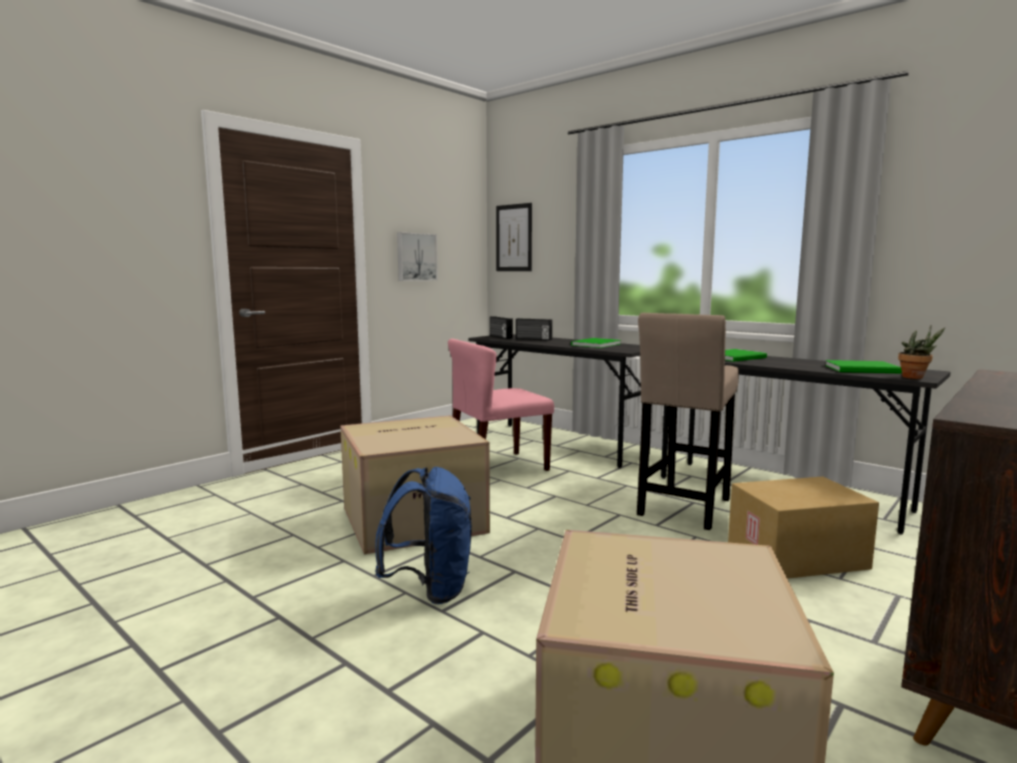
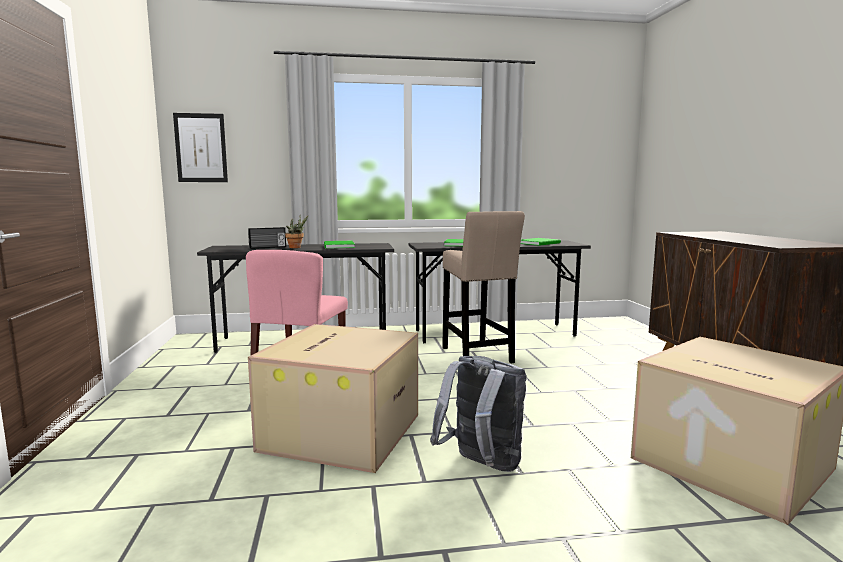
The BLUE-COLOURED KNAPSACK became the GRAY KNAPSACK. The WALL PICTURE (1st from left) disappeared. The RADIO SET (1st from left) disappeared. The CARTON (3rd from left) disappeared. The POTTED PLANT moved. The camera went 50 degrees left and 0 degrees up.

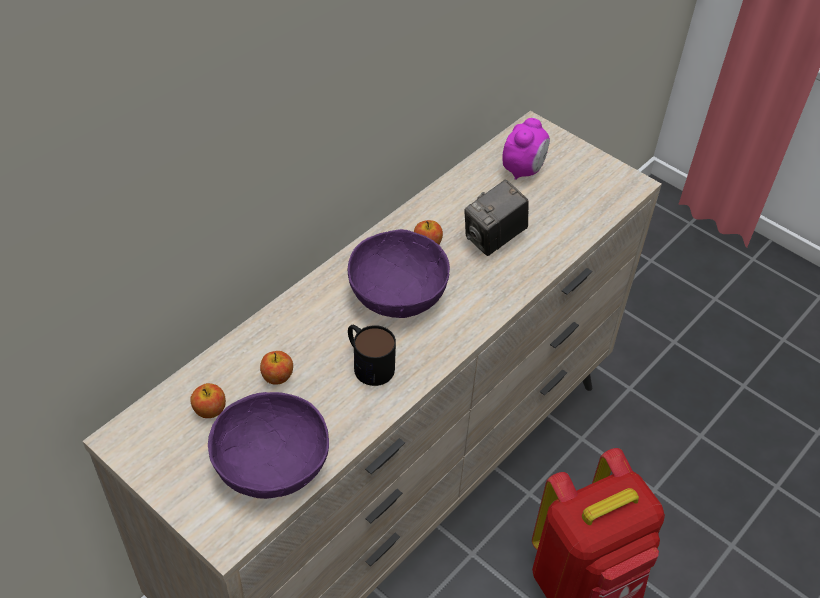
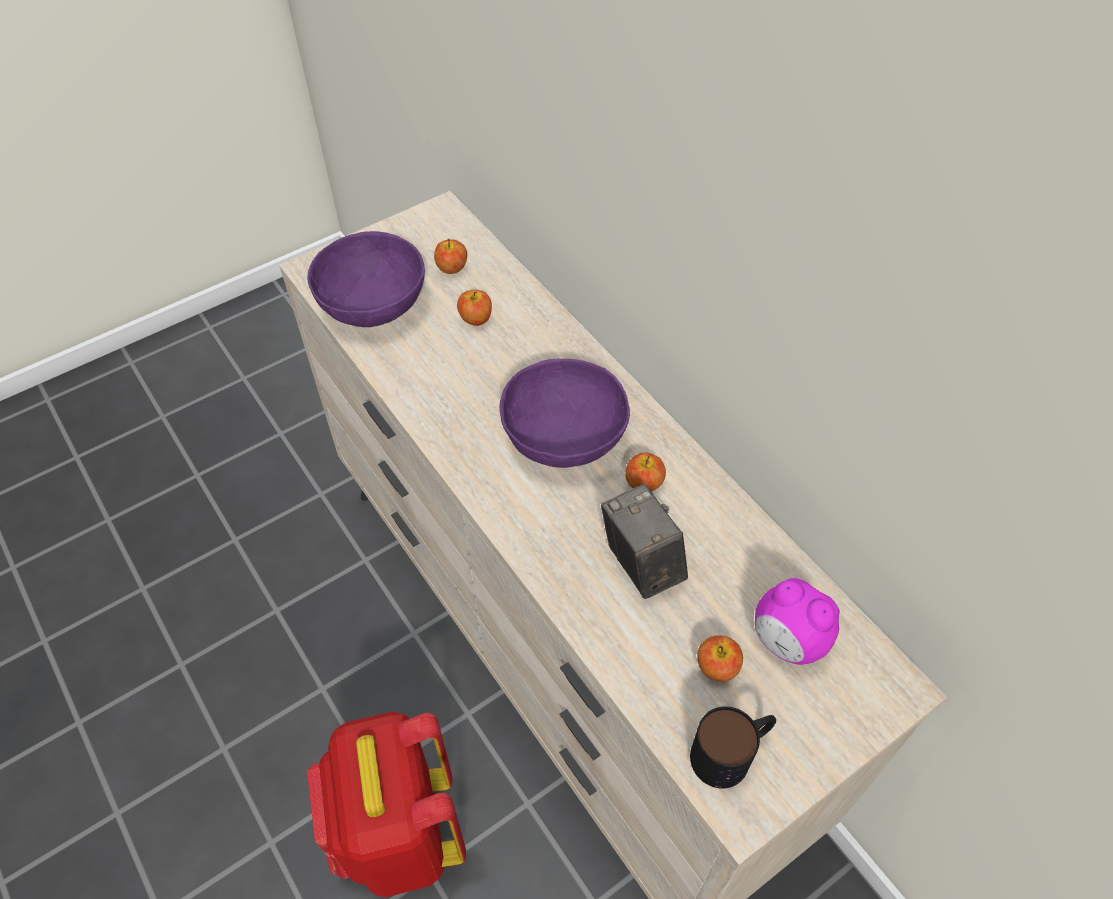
The COFFEE MUG moved. The WHOLE APPLE (4th from left) appeared. The camera went 105 degrees right and 5 degrees up.

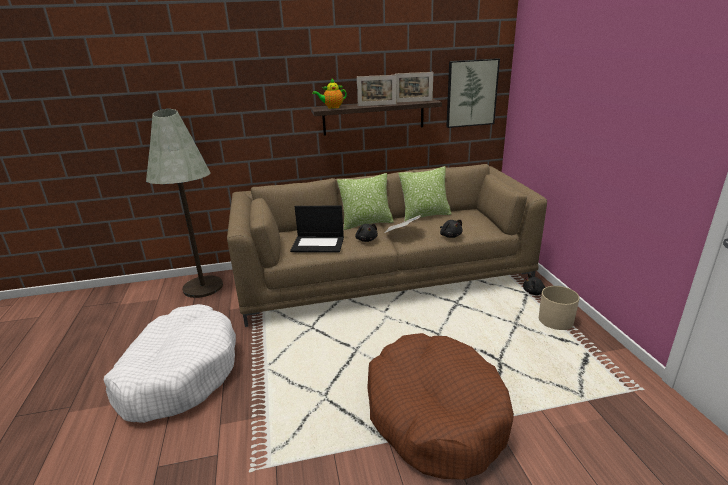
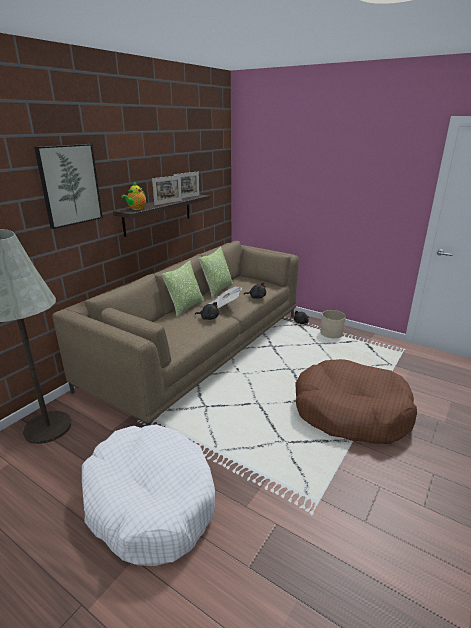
The LAPTOP disappeared. The WALL PICTURE moved. The camera went 45 degrees left and 0 degrees up.

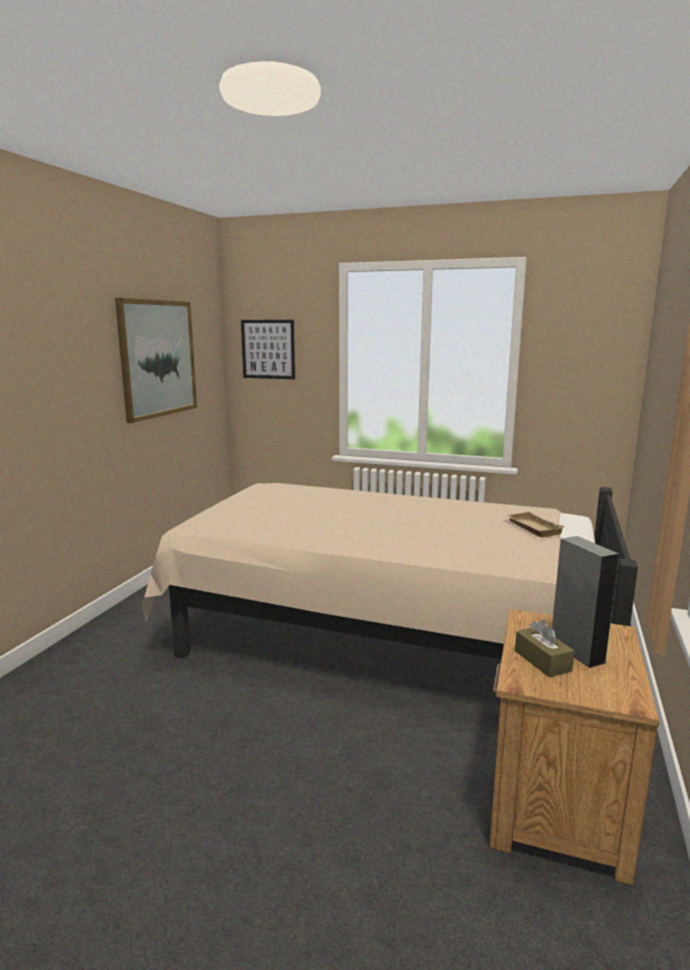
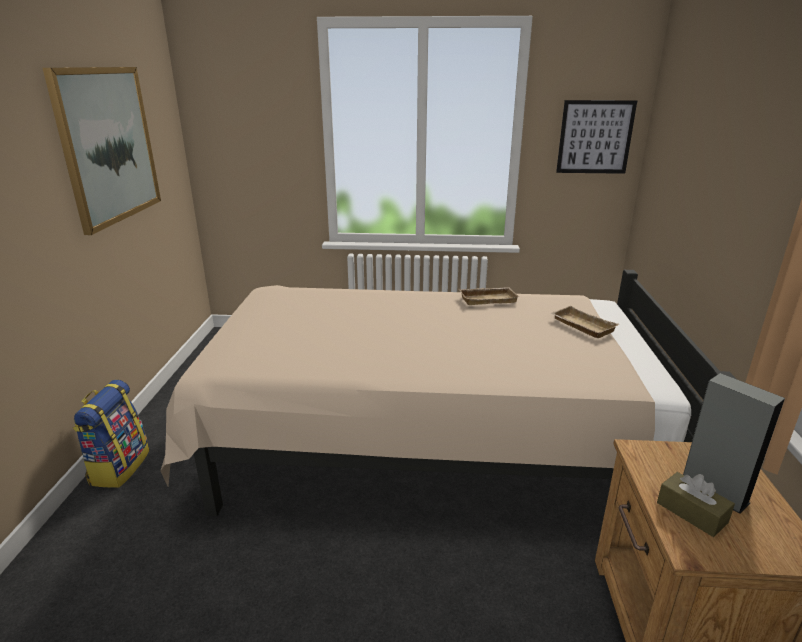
The WALL PICTURE (2nd from left) moved. The KNAPSACK appeared. The BEIGE-COLOURED TRAY (1st from left) appeared. The camera went 15 degrees left and 10 degrees up.

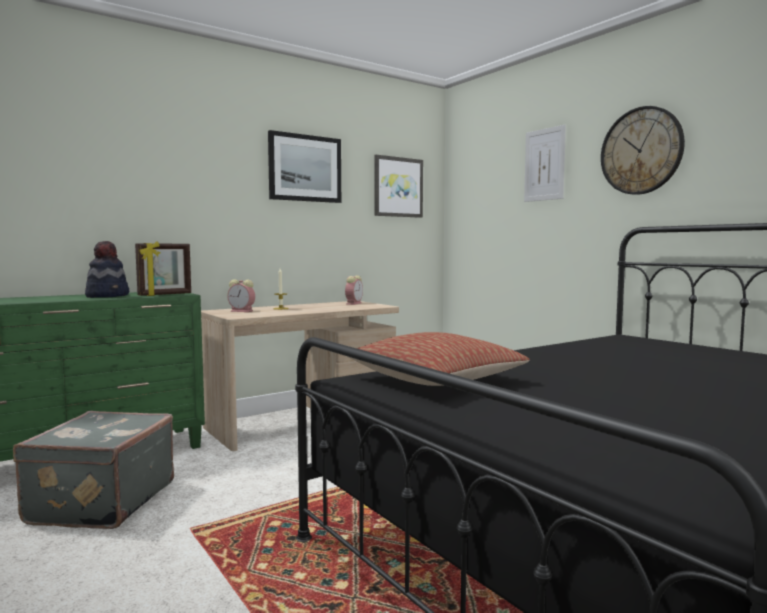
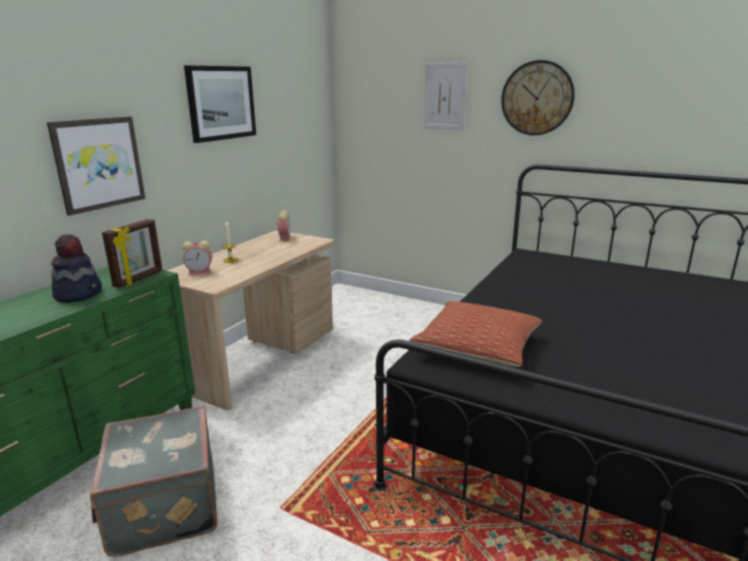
The WALL PICTURE (2nd from left in the first image) moved. The camera went 25 degrees left and 15 degrees up.

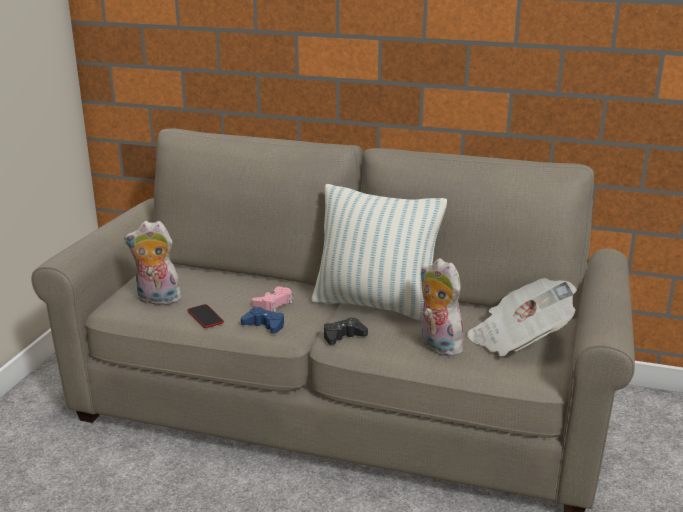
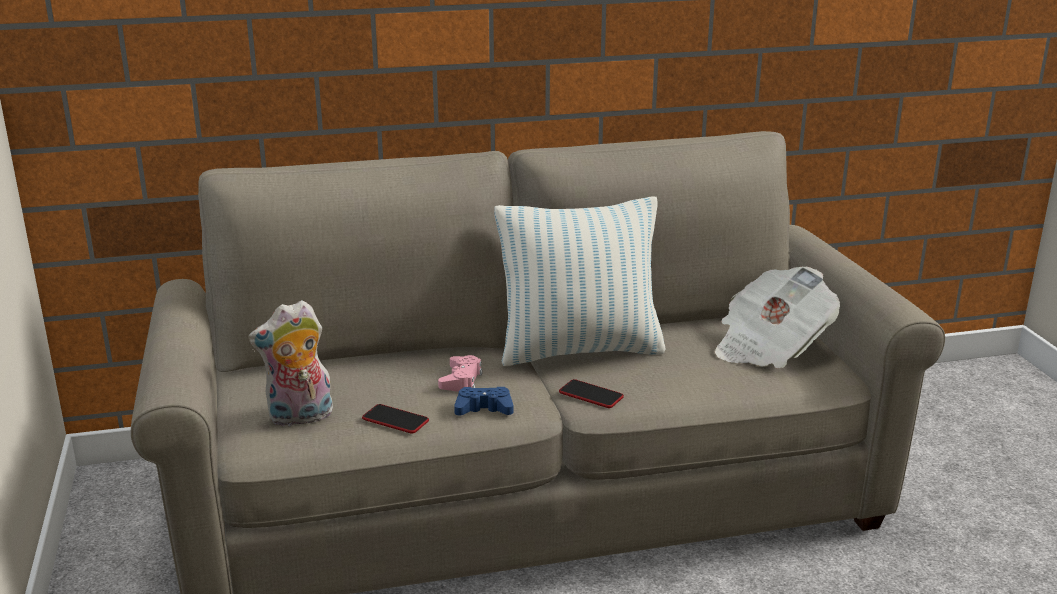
The BLACKISH JOYPAD was replaced by the PHONE (2nd from left). The PLUSH TOY (2nd from left) disappeared. The camera went 30 degrees left and 0 degrees up.

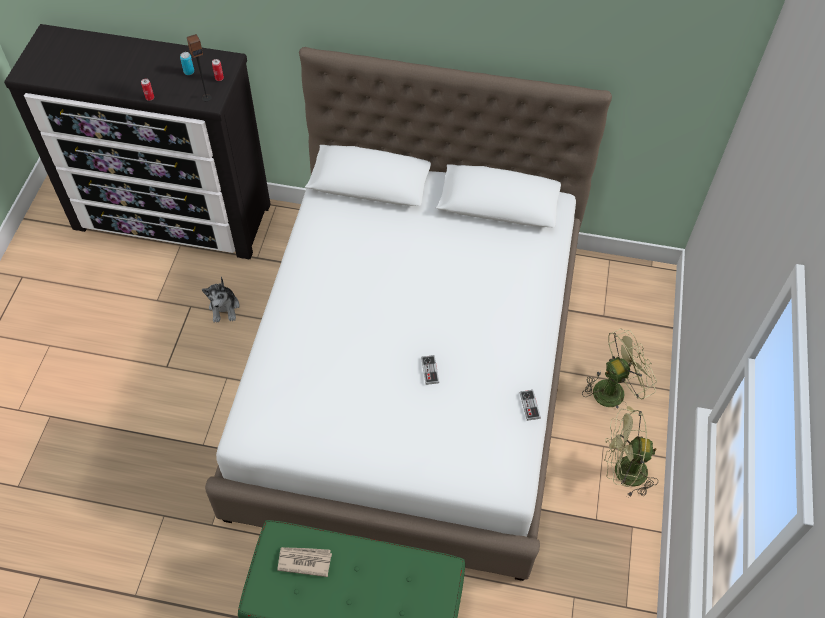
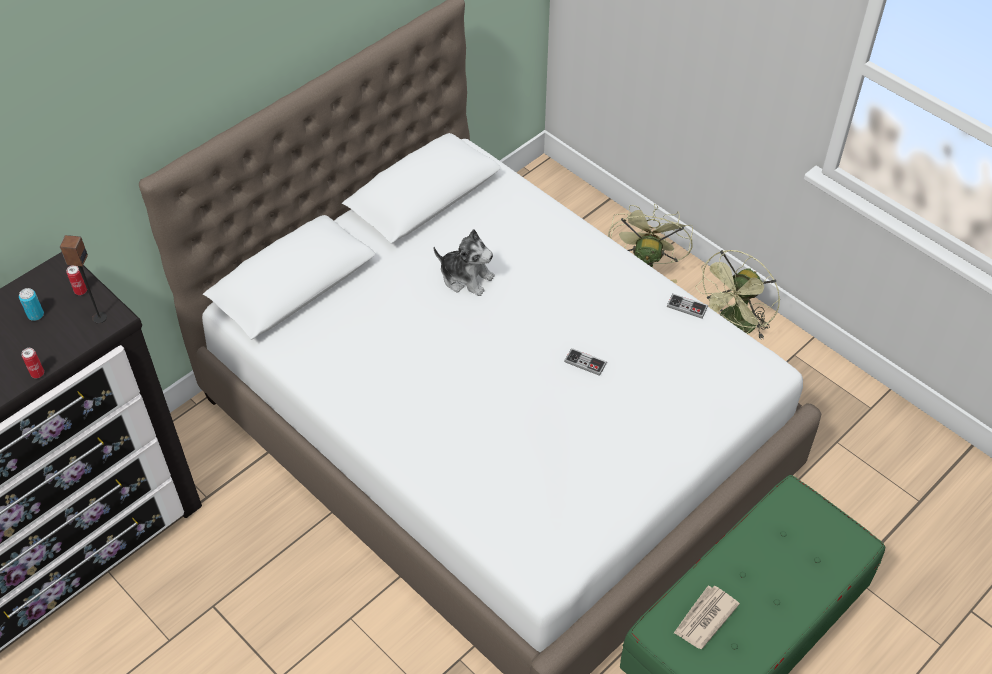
The PLUSH TOY moved. The camera went 55 degrees left and 5 degrees down.

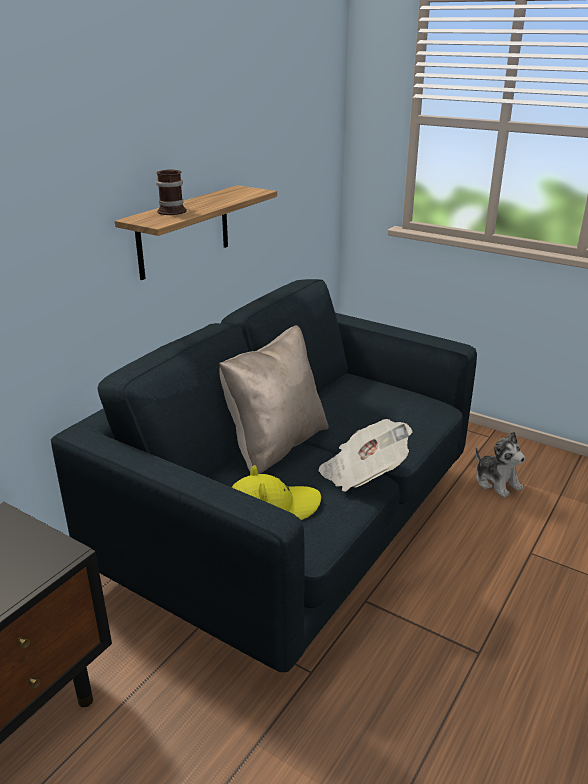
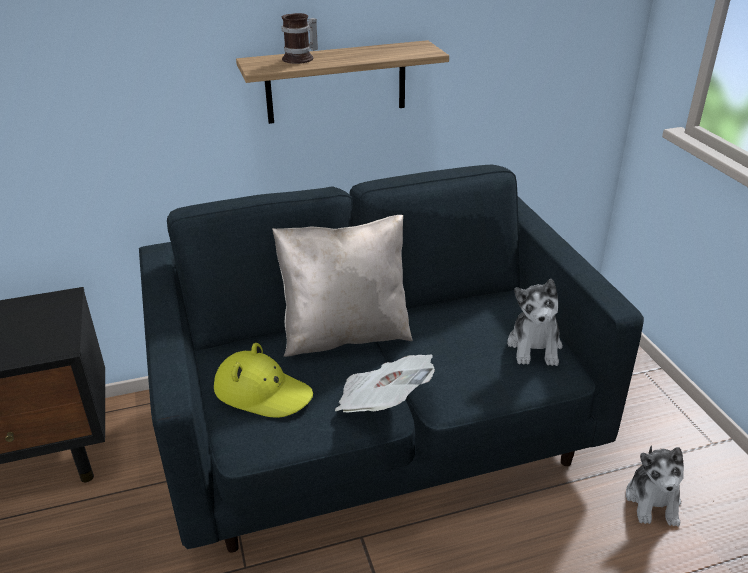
The PLUSH TOY (1st from left) appeared. The camera went 40 degrees right and 5 degrees up.

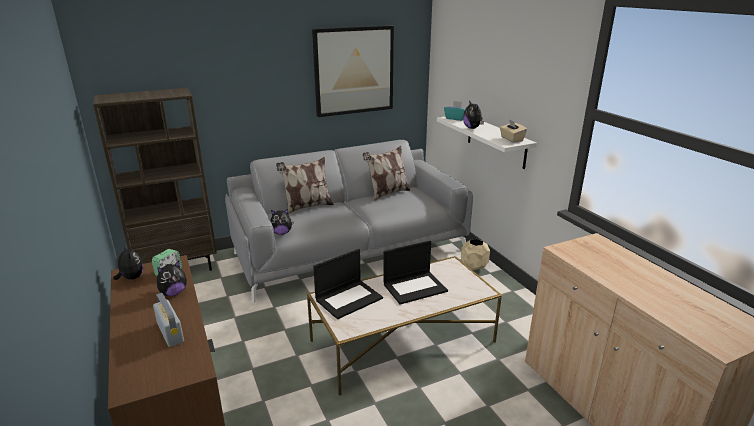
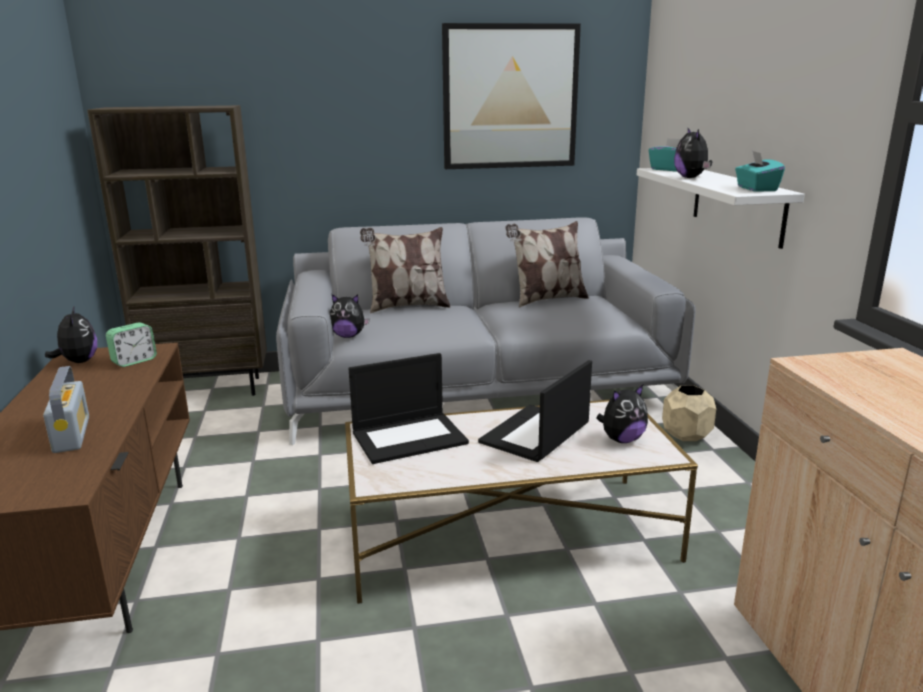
The PLUSH TOY (2nd from left in the first image) moved. The LAPTOP (2nd from left) turned 135 degrees clockwise. The BEIGE-COLOURED BOX OF TISSUES became the TURQUOISE BOX OF TISSUES (2nd from left). The camera went 15 degrees right and 5 degrees down.

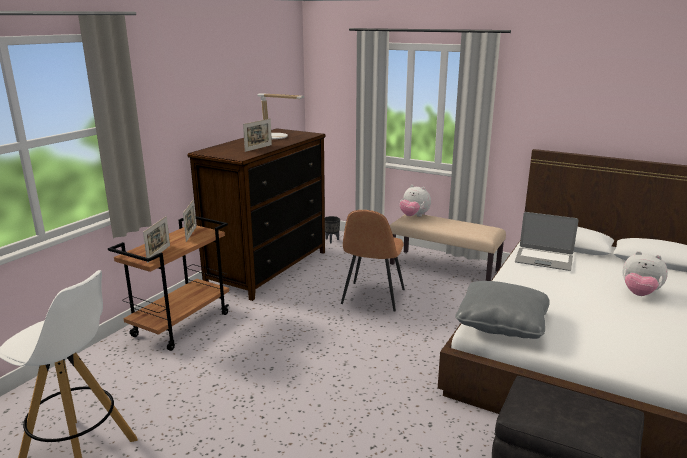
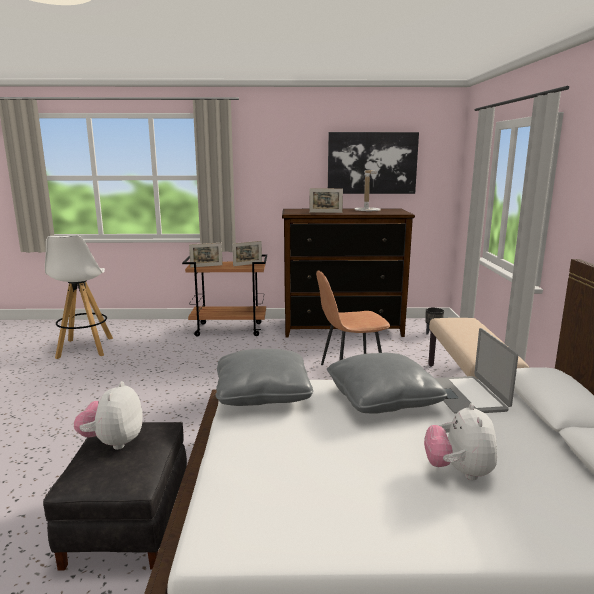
The PLUSH TOY (1st from left) moved. The GRAY PILLOW (2nd from left) appeared. The WALL PICTURE appeared. The camera went 60 degrees right and 5 degrees down.

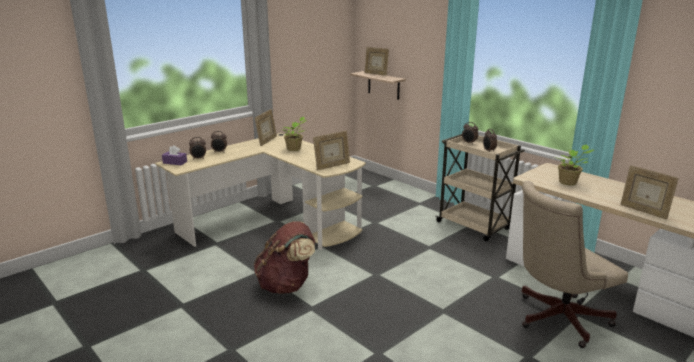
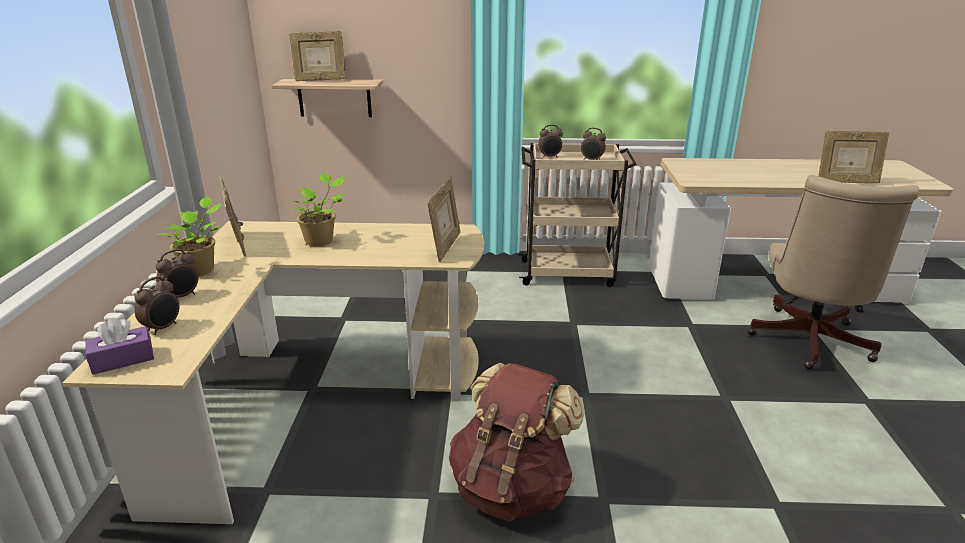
The POTTED PLANT (2nd from left in the first image) moved. The camera went 45 degrees left and 5 degrees up.

